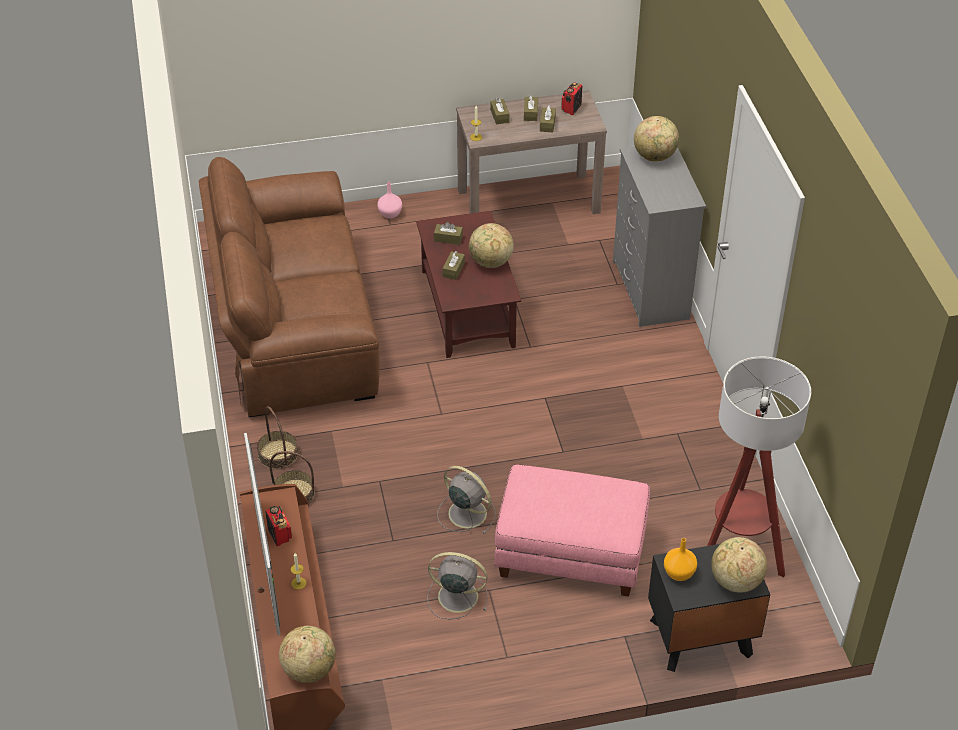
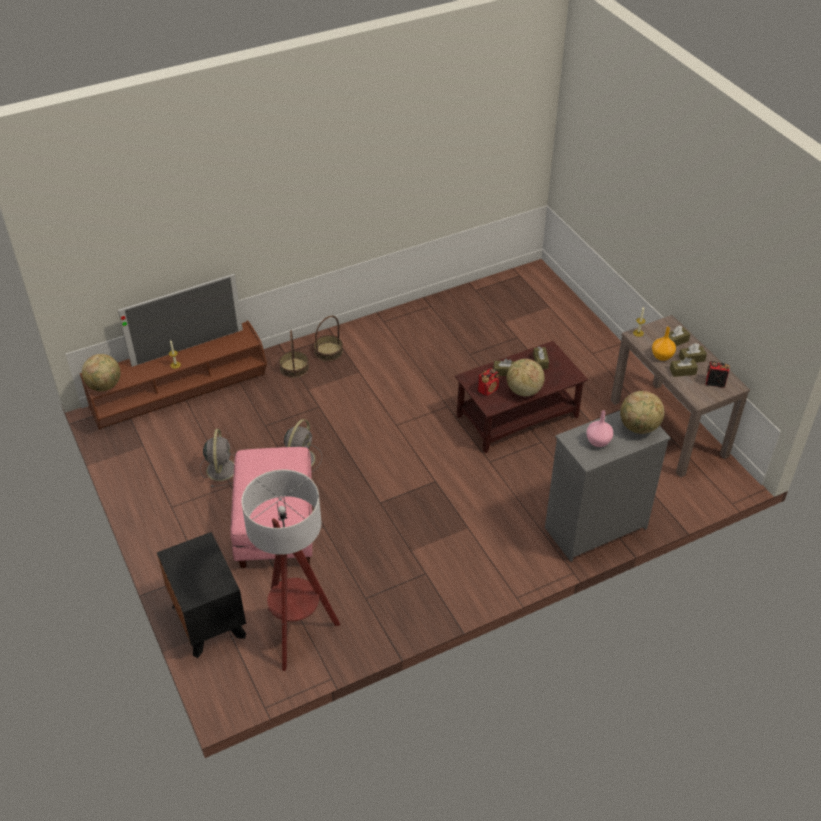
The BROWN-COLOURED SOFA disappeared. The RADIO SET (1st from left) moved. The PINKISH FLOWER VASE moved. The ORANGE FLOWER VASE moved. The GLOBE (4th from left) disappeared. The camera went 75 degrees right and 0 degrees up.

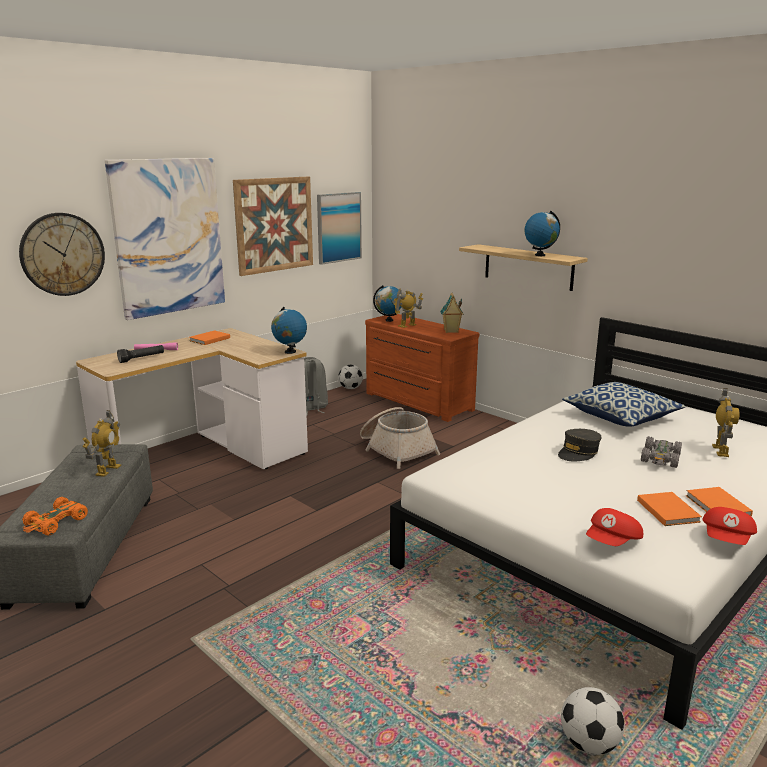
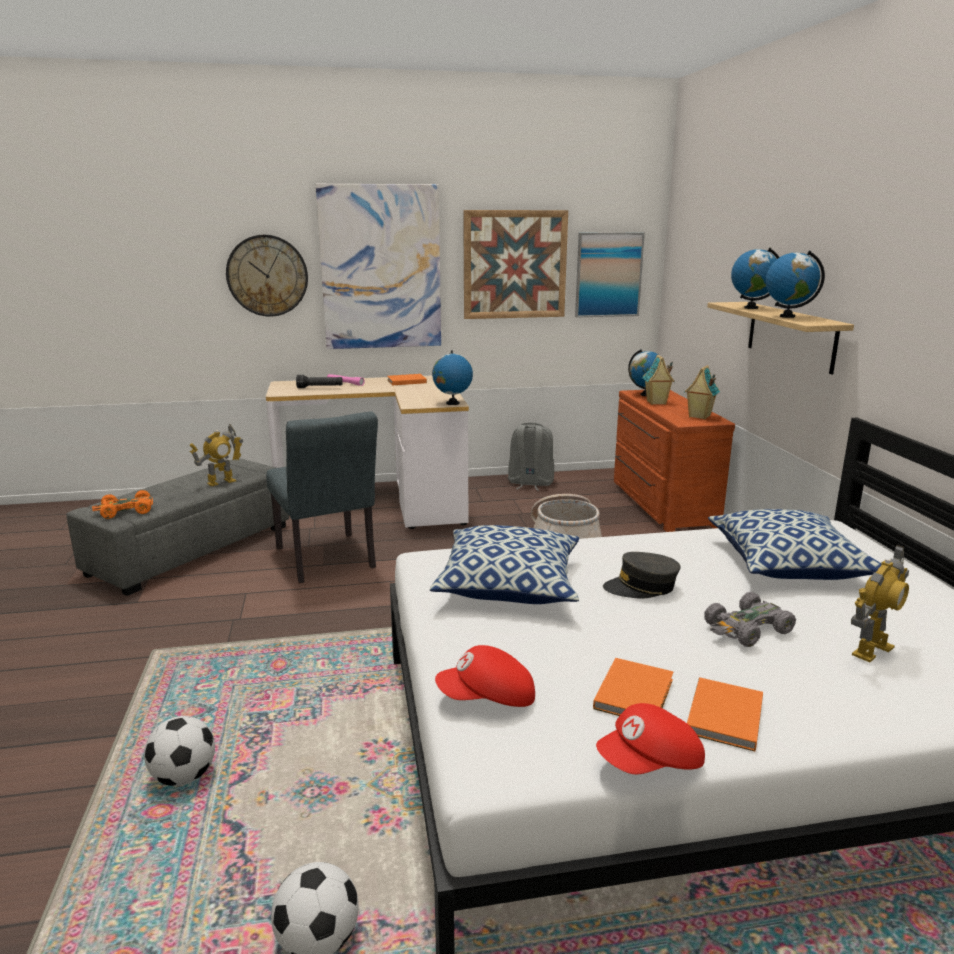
The BALL FOR FOOTBALL (1st from left) moved. The ROBOT FIGURE (2nd from left) was replaced by the TOY HOUSE (1st from left). The GRAY PLAIN CHAIR appeared. The PILLOW (1st from left) appeared. The GLOBE (3rd from left) appeared. The camera went 35 degrees right and 0 degrees up.

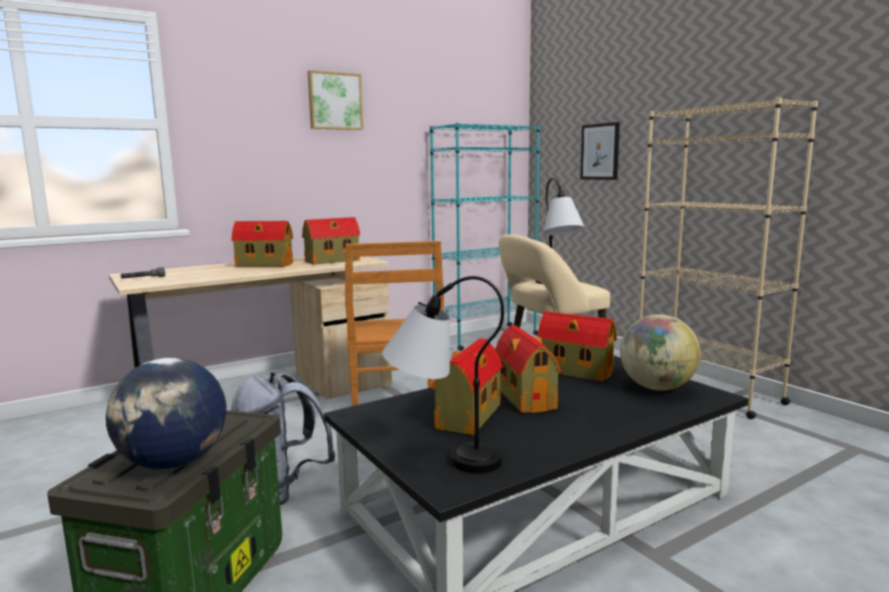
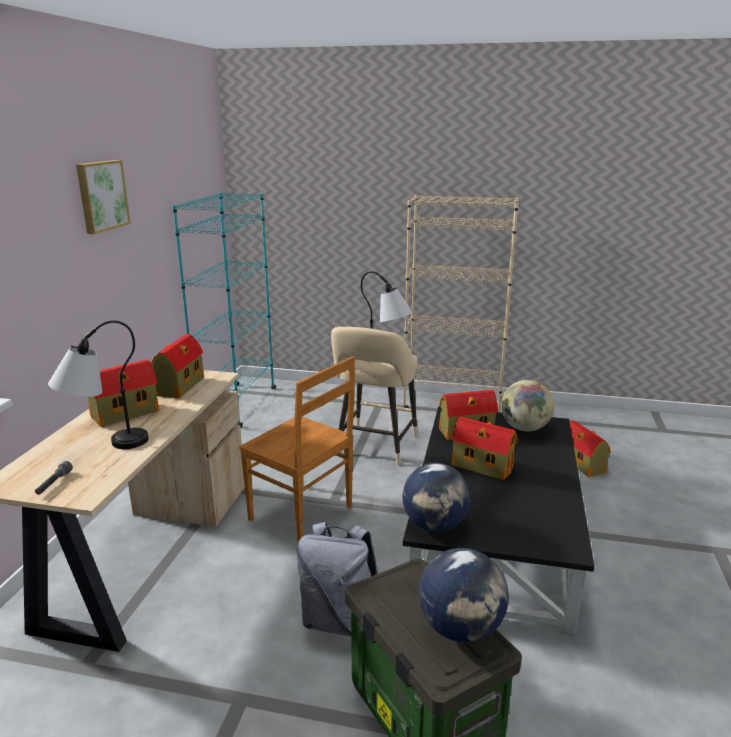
The TABLE LAMP (1st from left) moved. The TOY HOUSE (3rd from left in the first image) moved. The WALL PICTURE (2nd from left) disappeared. The GLOBE (1st from left) appeared. The camera went 45 degrees left and 10 degrees up.

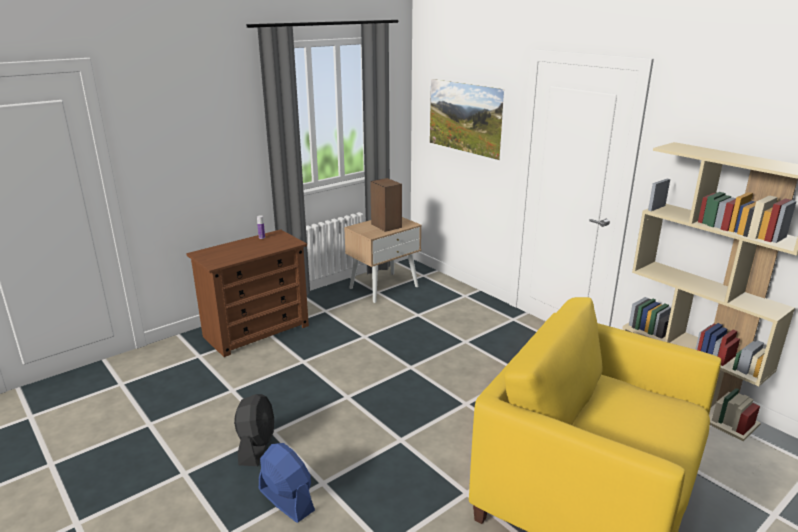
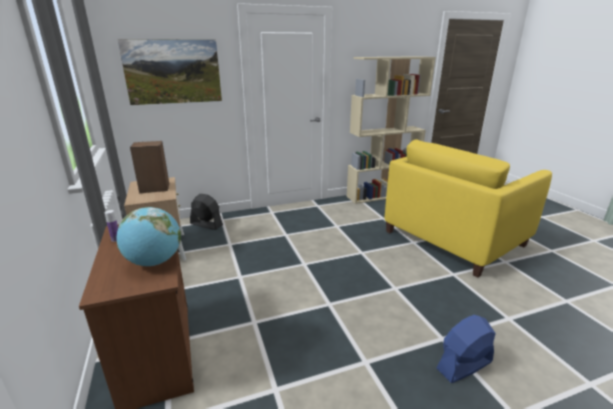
The BLACKISH FAN moved. The GLOBE appeared. The camera went 70 degrees left and 0 degrees up.

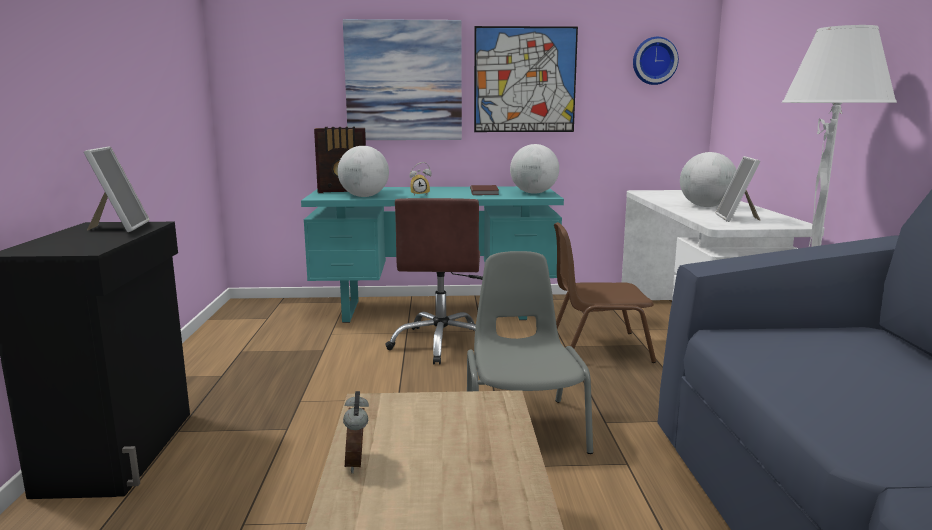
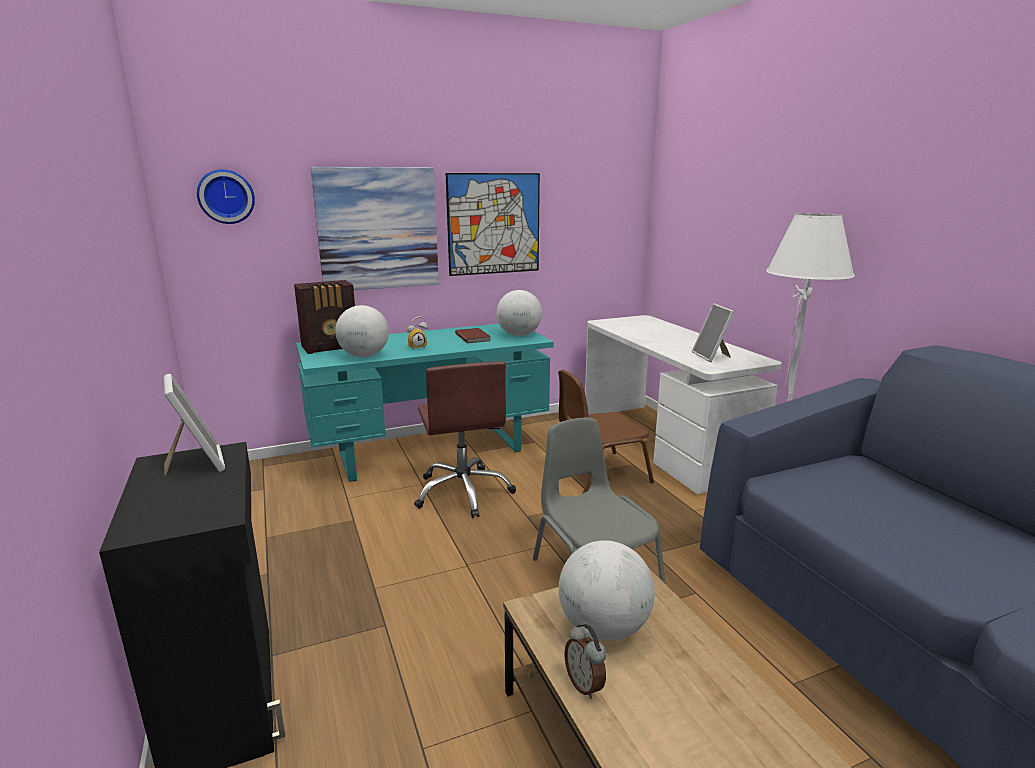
The WALL CLOCK moved. The GLOBE (3rd from left) moved. The camera went 20 degrees left and 5 degrees up.

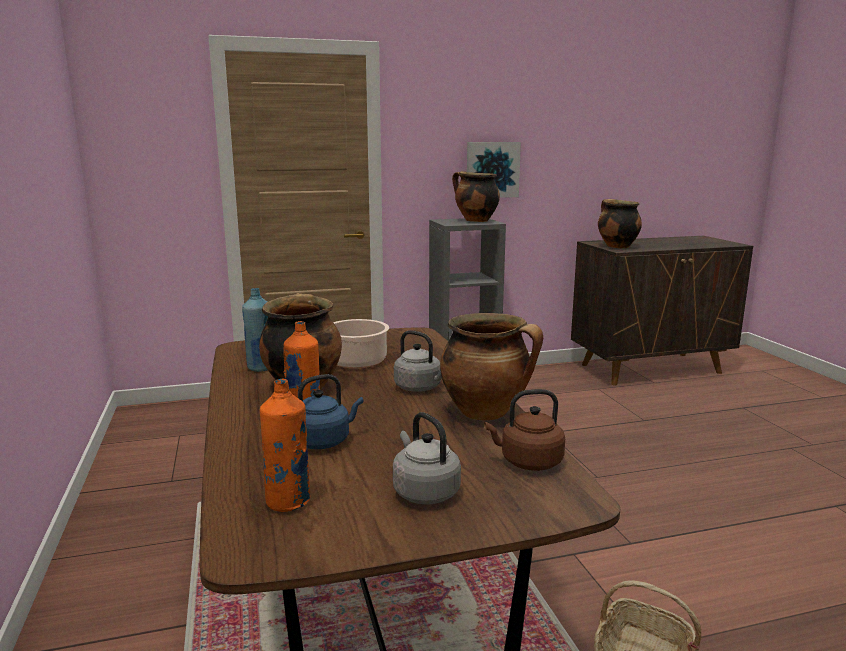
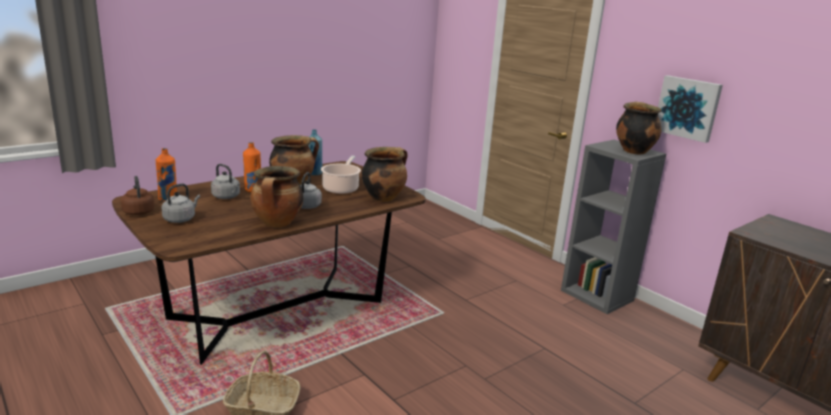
The BLUE-COLOURED TEA KETTLE became the GRAY TEA KETTLE (2nd from left). The BROWN-COLOURED TEA KETTLE moved. The STOCKPOT (5th from left in the first image) moved. The camera went 65 degrees right and 5 degrees up.

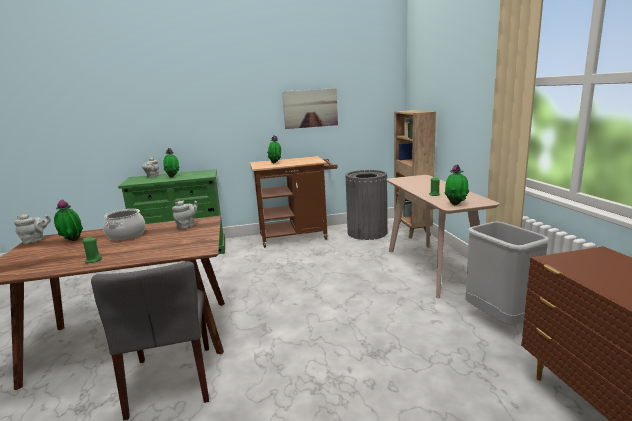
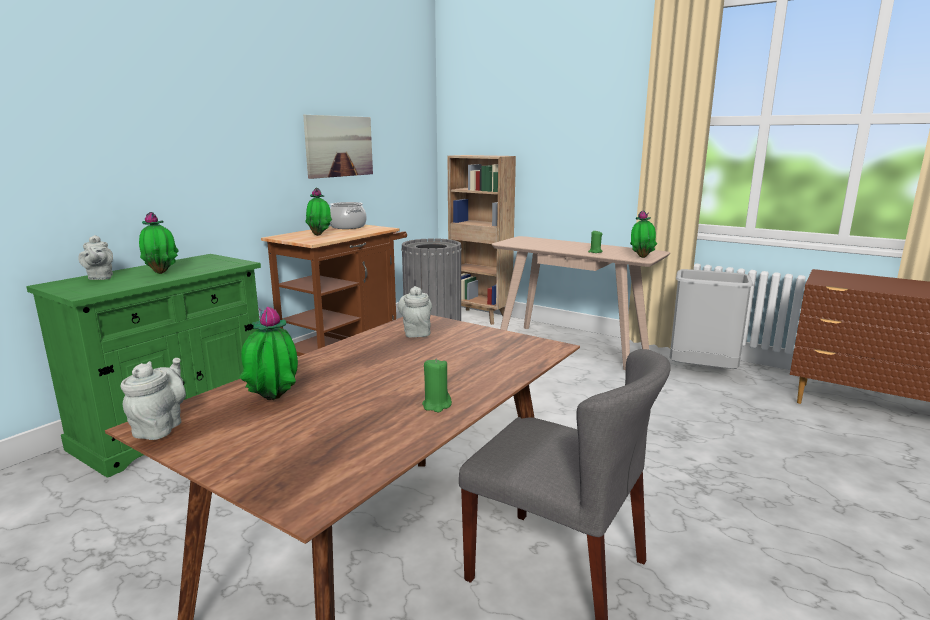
The STOCKPOT moved. The camera went 45 degrees left and 0 degrees up.

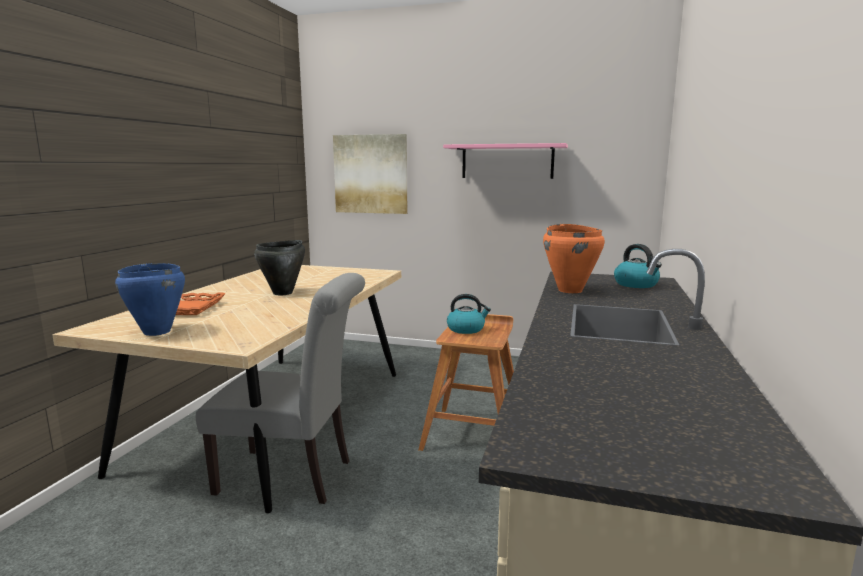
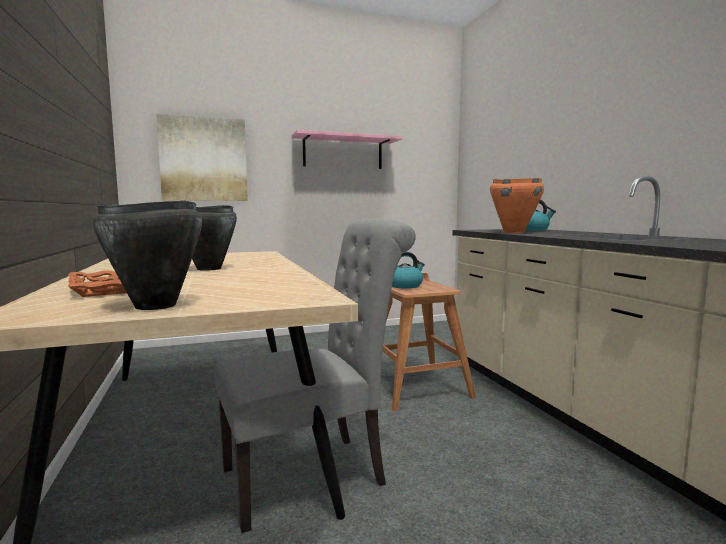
The BLUE-COLOURED STOCKPOT became the BLACKISH STOCKPOT (1st from left). The camera went 35 degrees left and 5 degrees down.

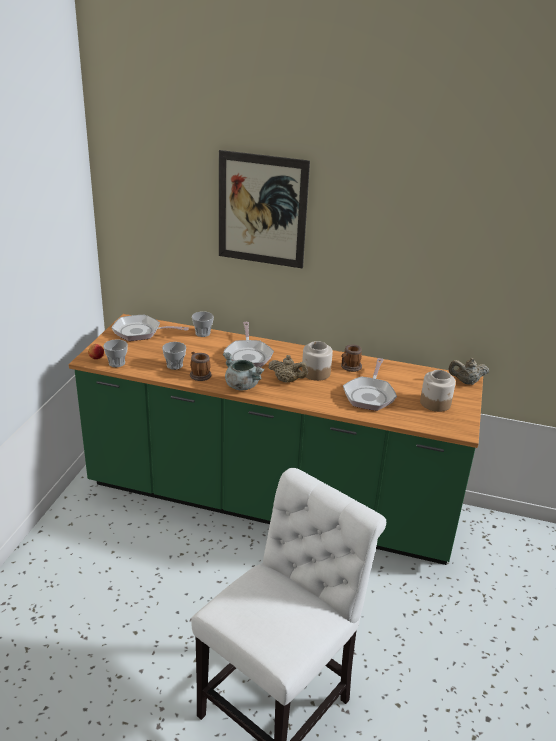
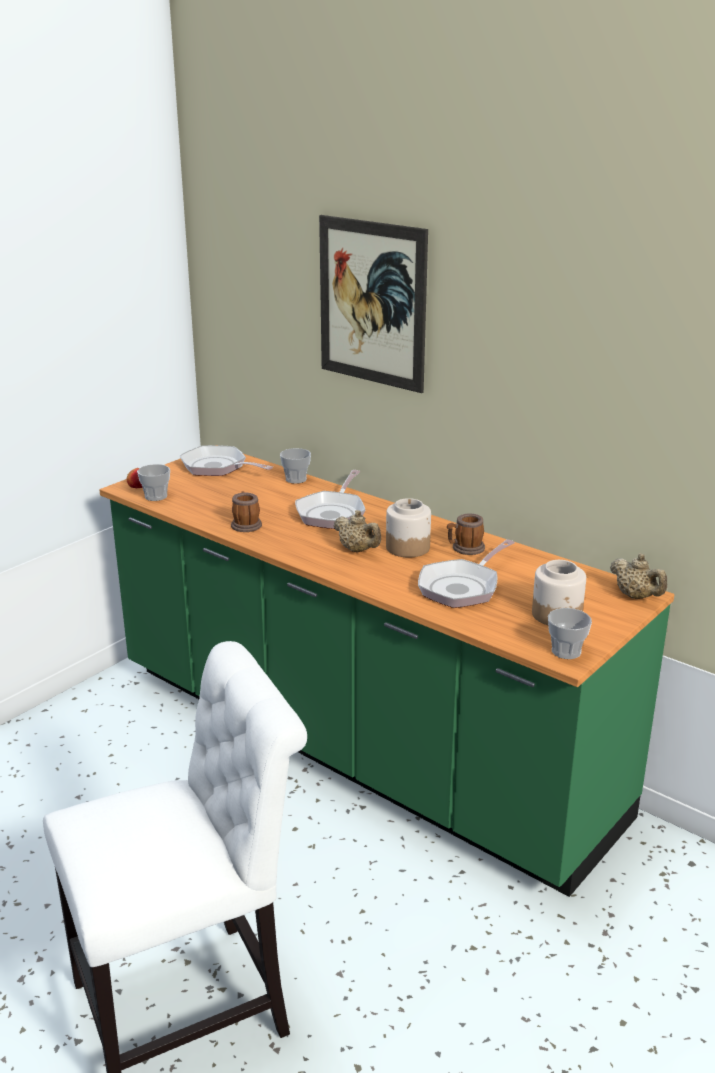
The CUP (2nd from left in the first image) moved. The GRAY STOCKPOT disappeared. The BEIGE-COLOURED POT FOR TEA (2nd from left) turned 150 degrees counterclockwise. The camera went 25 degrees right and 5 degrees down.

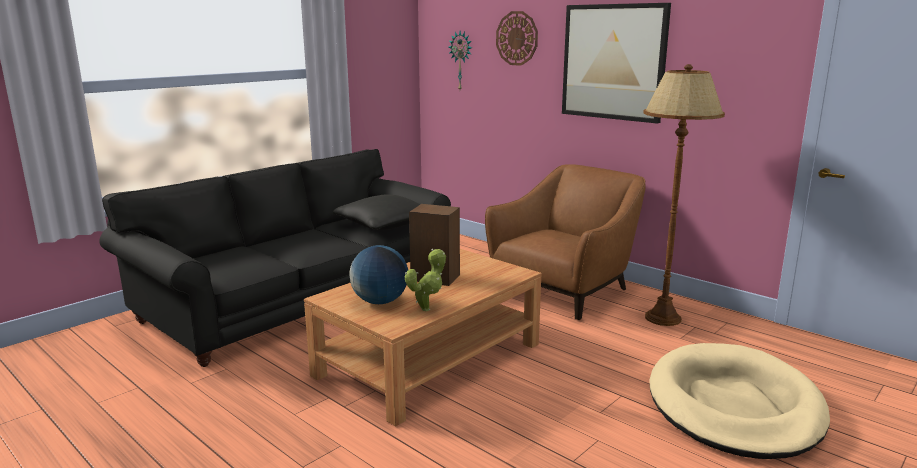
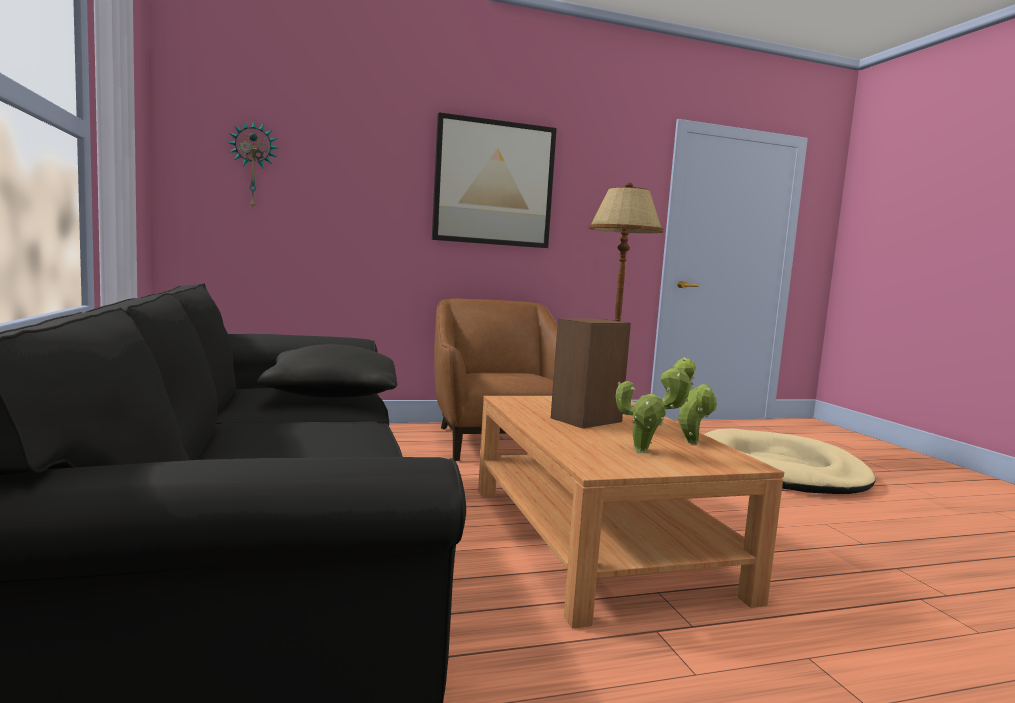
The GLOBE was replaced by the POTTED PLANT (1st from left). The WALL CLOCK (2nd from left) disappeared. The camera went 60 degrees left and 10 degrees down.

